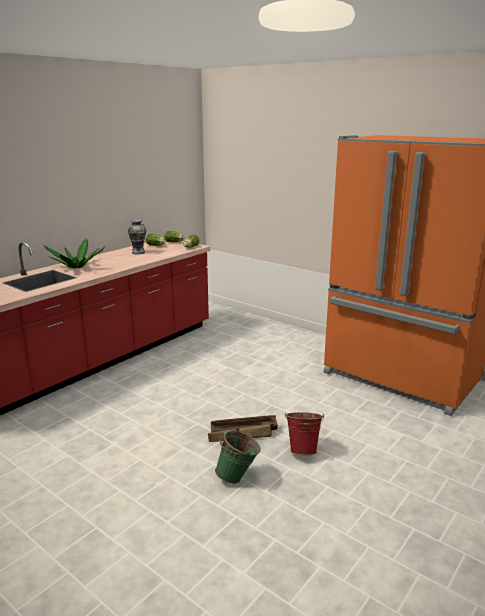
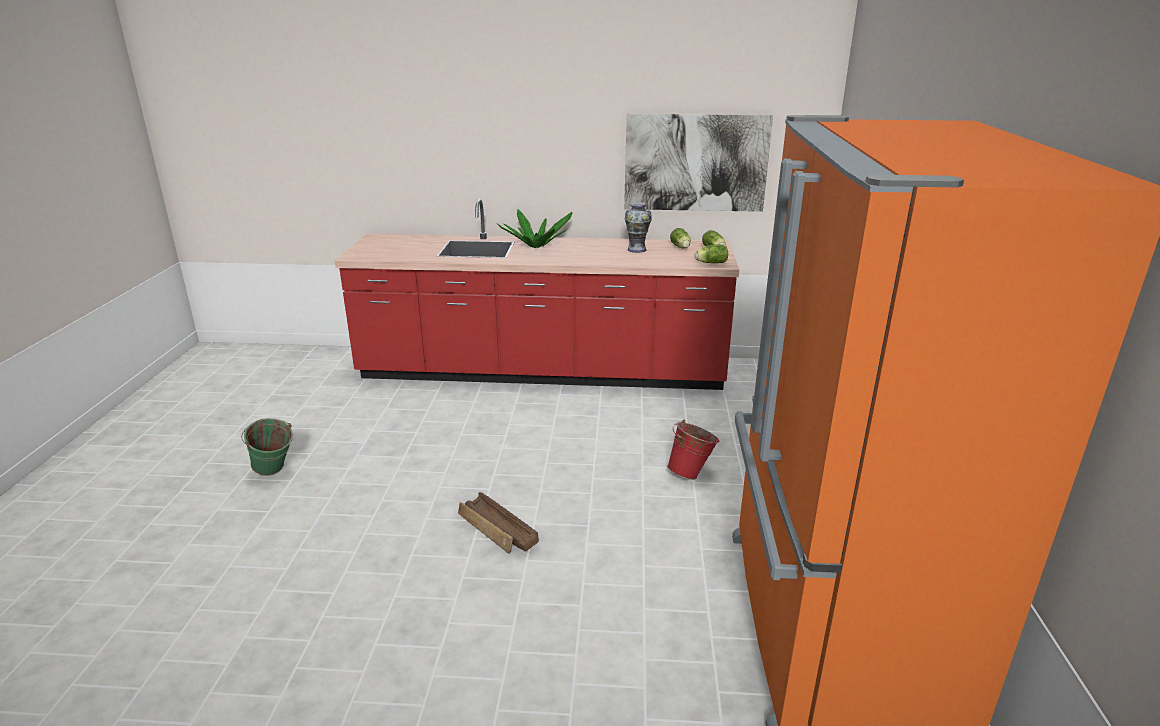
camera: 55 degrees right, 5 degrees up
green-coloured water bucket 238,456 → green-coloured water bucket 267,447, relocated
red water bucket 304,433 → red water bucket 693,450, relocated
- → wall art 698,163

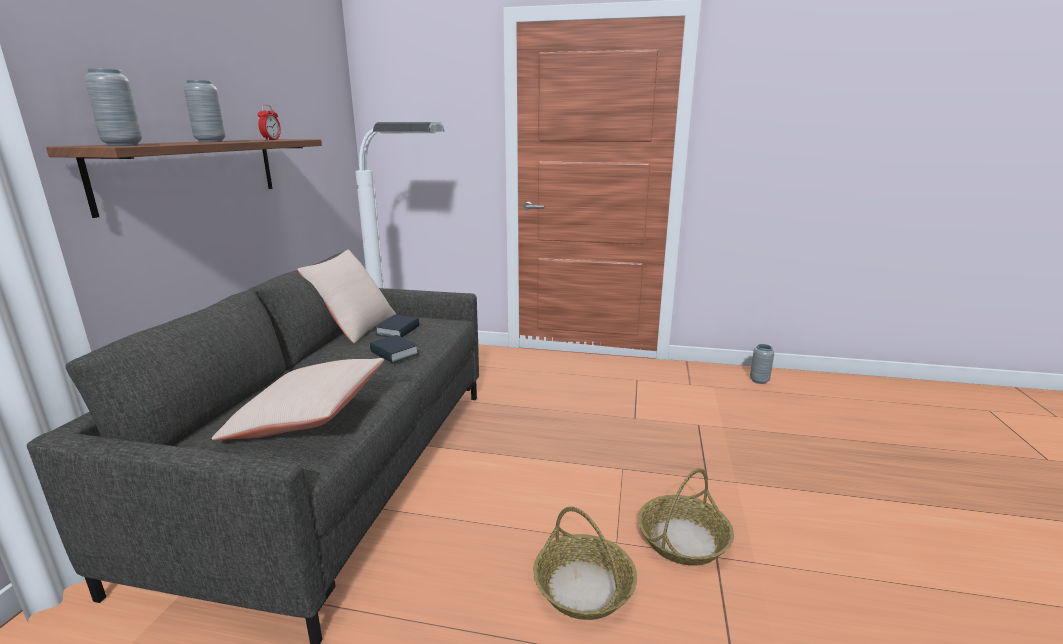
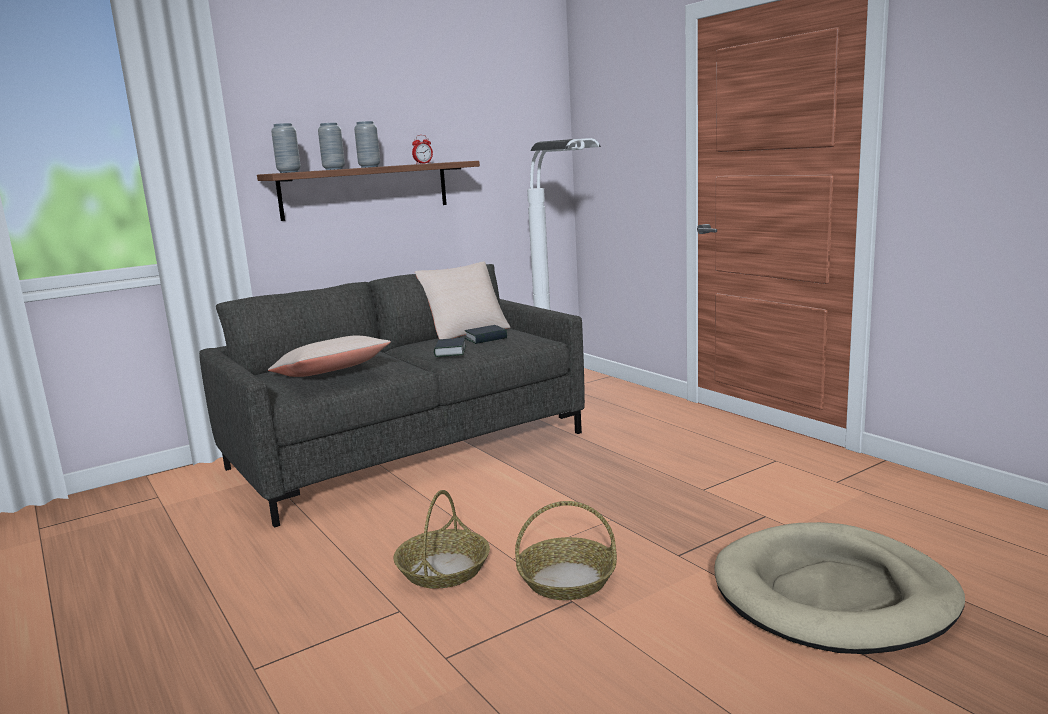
camera: 45 degrees right, 5 degrees down
greyish decorative vase 762,364 → greyish decorative vase 331,146, relocated
- → beige-coloured dog cushion 839,588

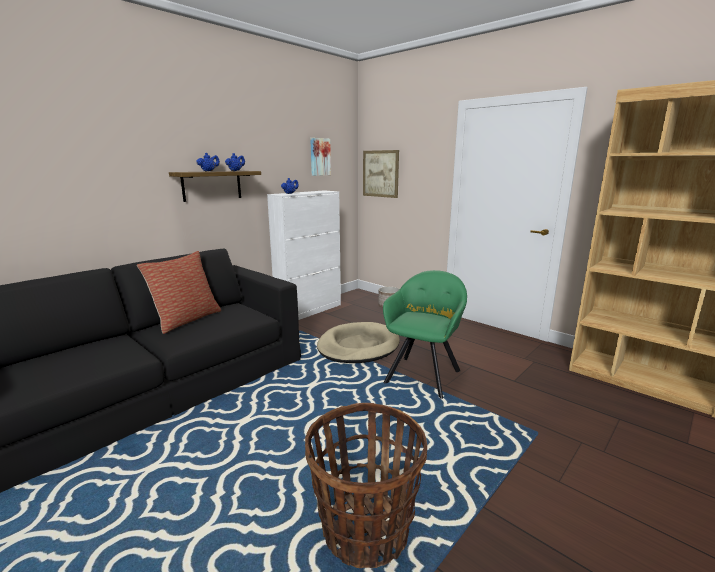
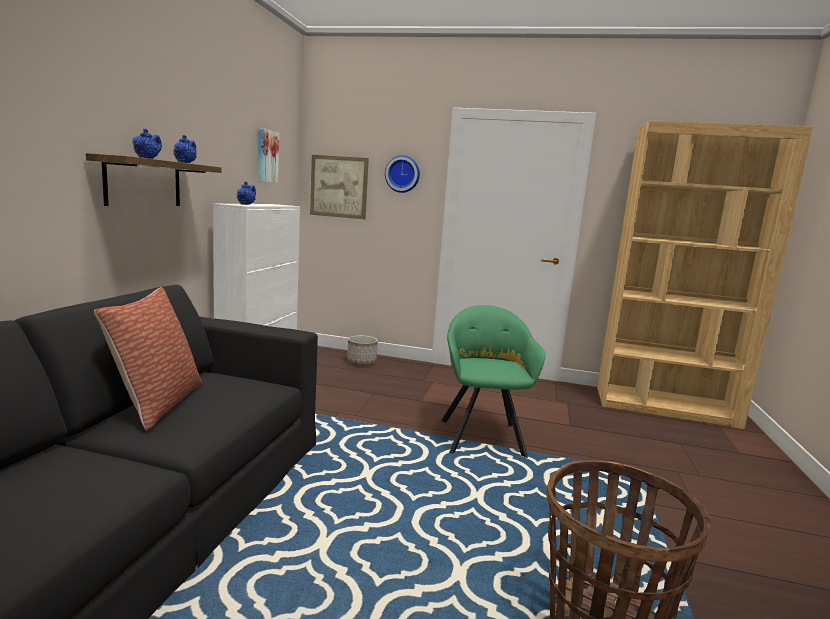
camera: 30 degrees left, 5 degrees down
beige-coloured dog cushion 358,342 → -
- → wall clock 402,174

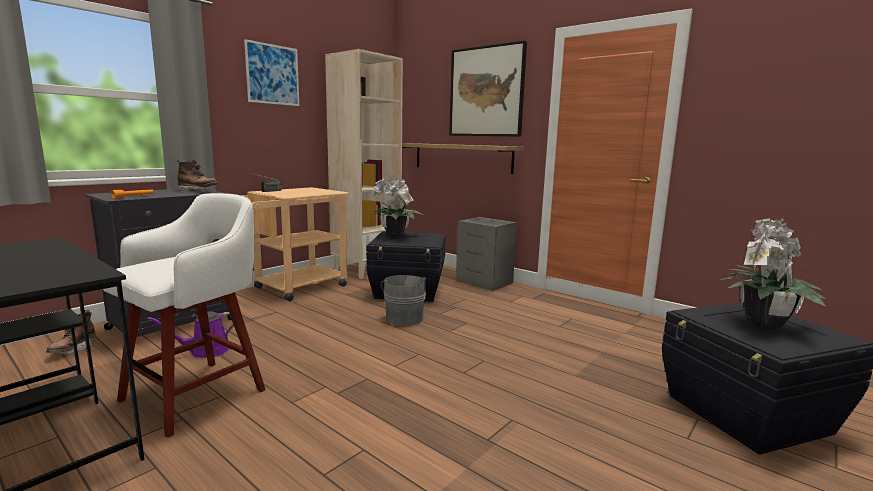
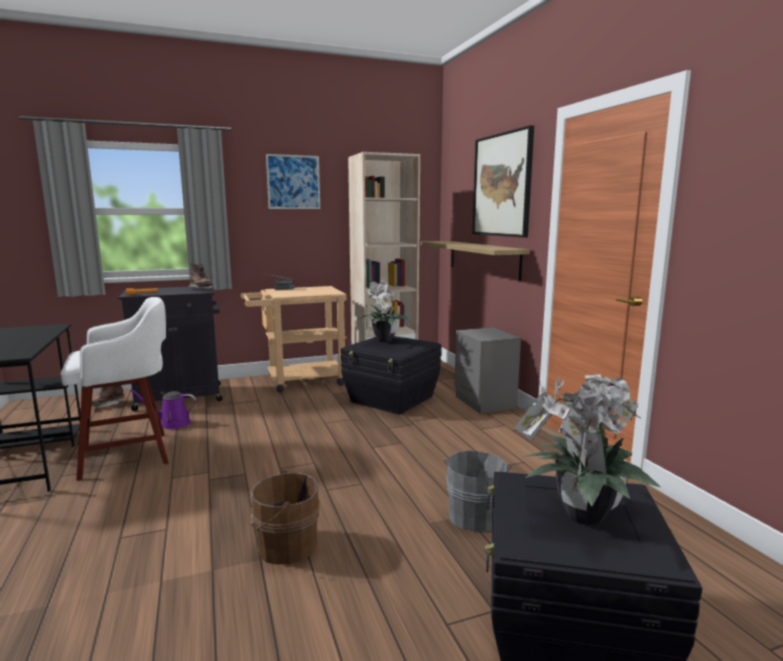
camera: 30 degrees right, 0 degrees up
greyish water bucket 403,300 → greyish water bucket 478,491, relocated
- → brown water bucket 285,517

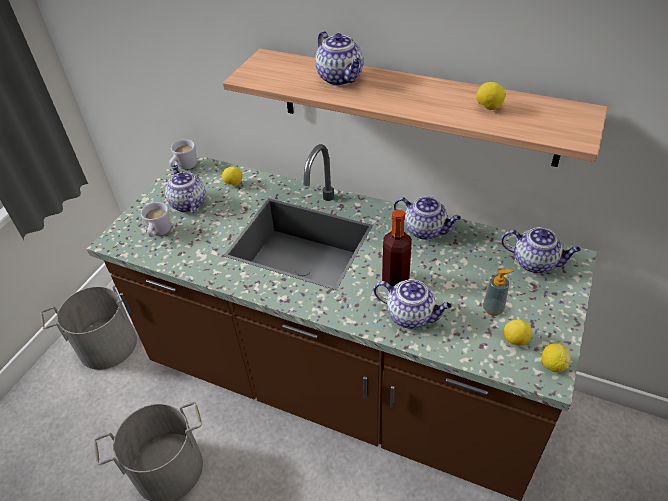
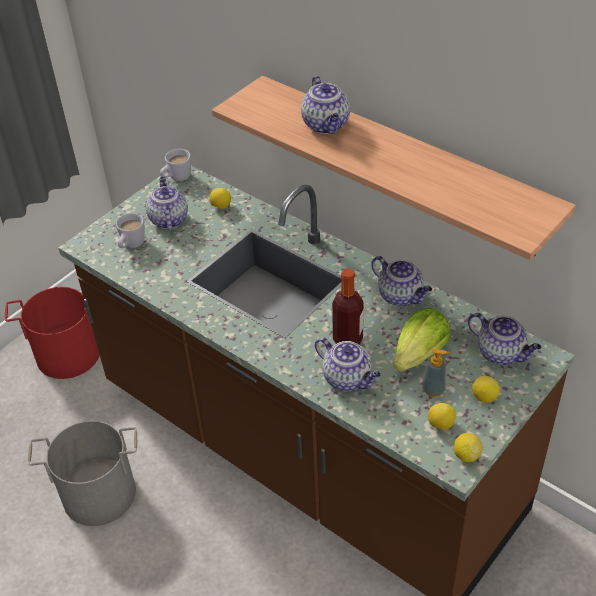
camera: 15 degrees right, 0 degrees up
greyish water bucket 89,327 → red water bucket 52,333
whole lemon 490,96 → whole lemon 486,389, relocated
- → head of lettuce 422,340

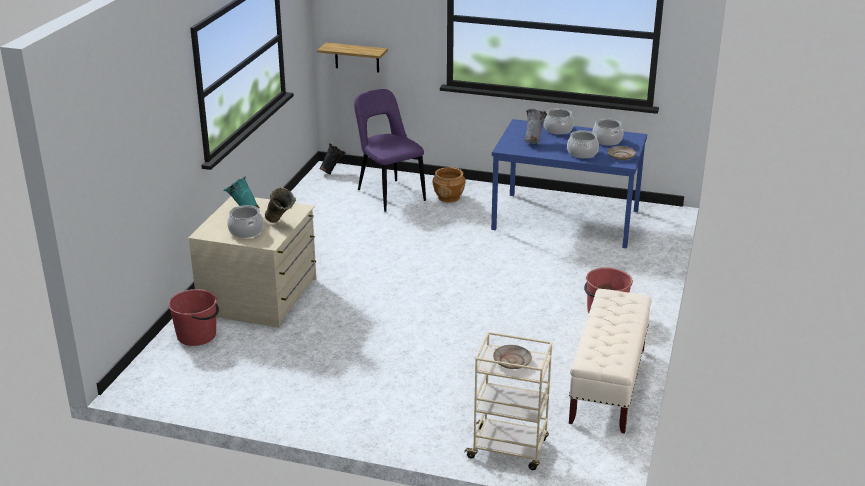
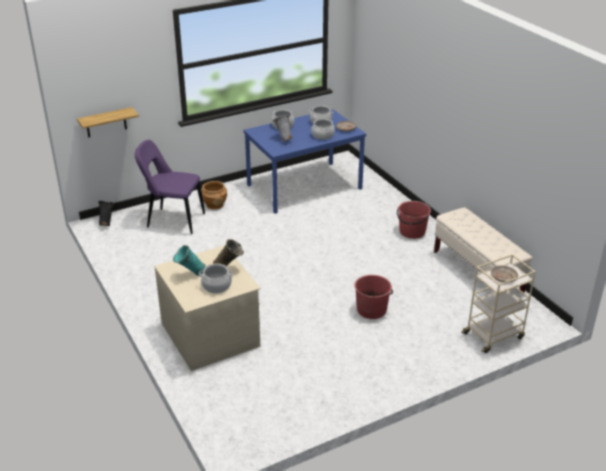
camera: 45 degrees left, 5 degrees up
red water bucket 193,317 → red water bucket 373,297, relocated

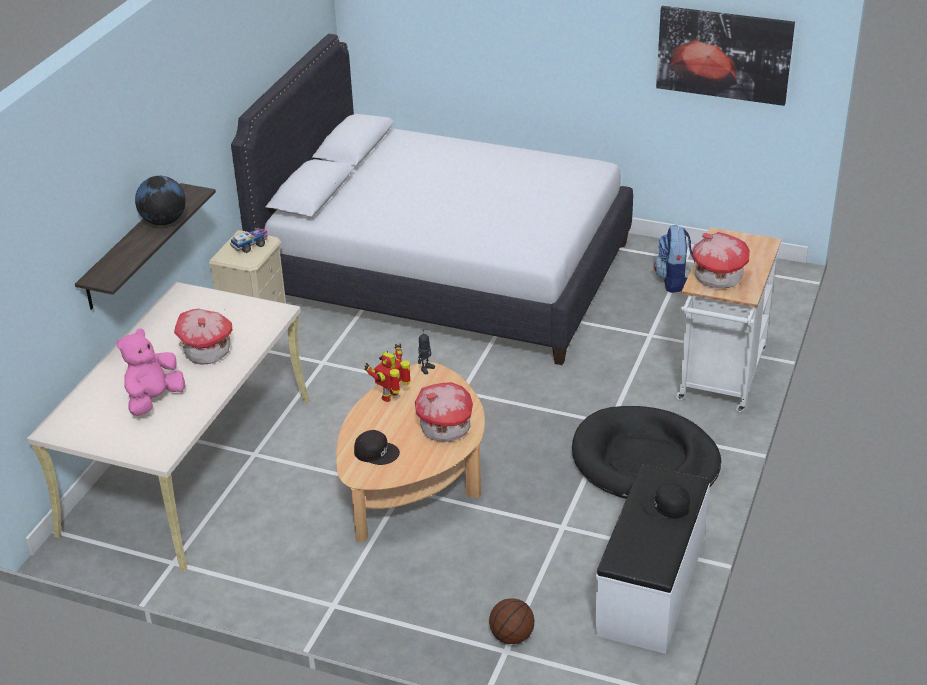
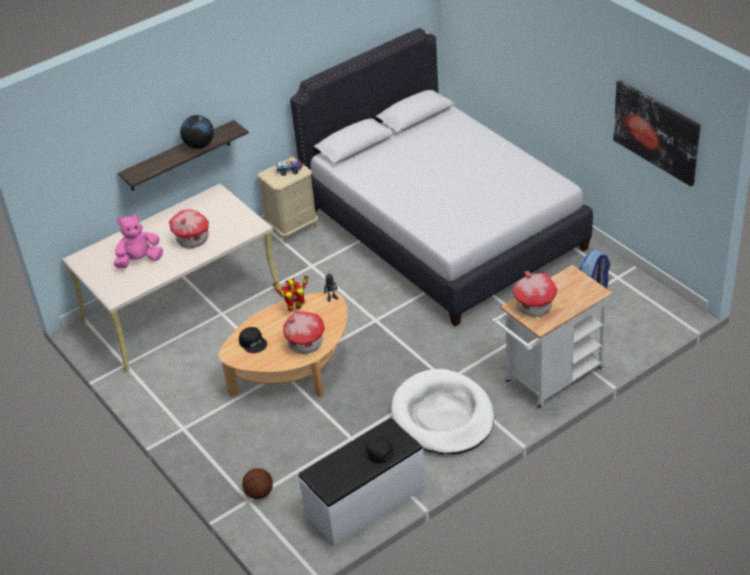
camera: 35 degrees right, 5 degrees up
blackish dog cushion 646,452 → white-coloured dog cushion 442,411

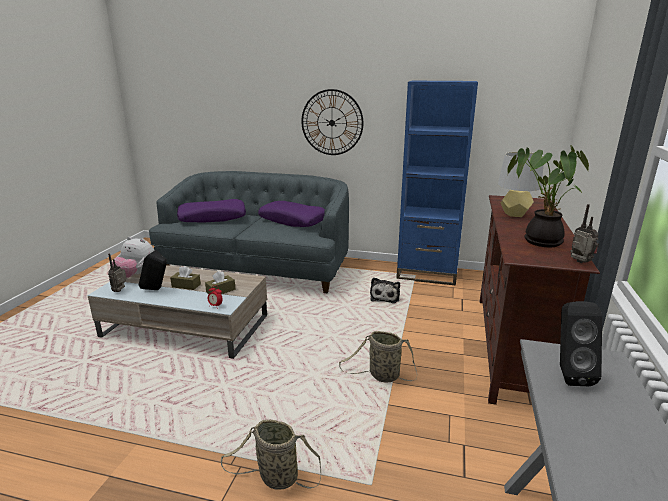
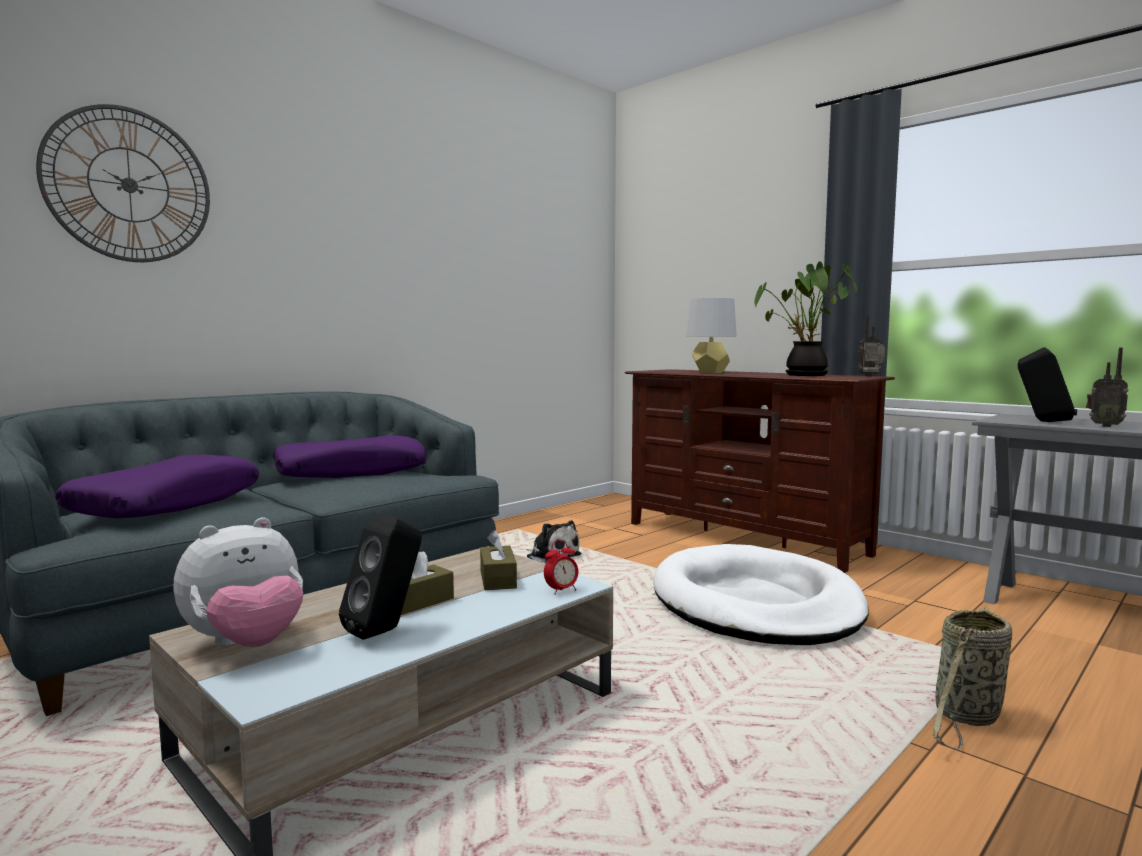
camera: 60 degrees left, 15 degrees down
radio set 117,272 → radio set 1107,387, relocated
wall clock 332,122 → wall clock 123,183, relocated
storage basket 378,356 → white-coloured dog cushion 761,594
blue bookshelf 437,183 → -

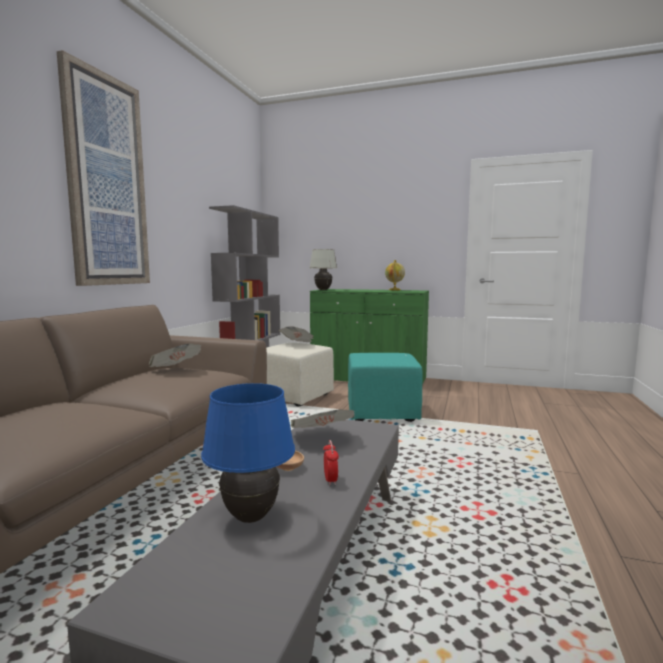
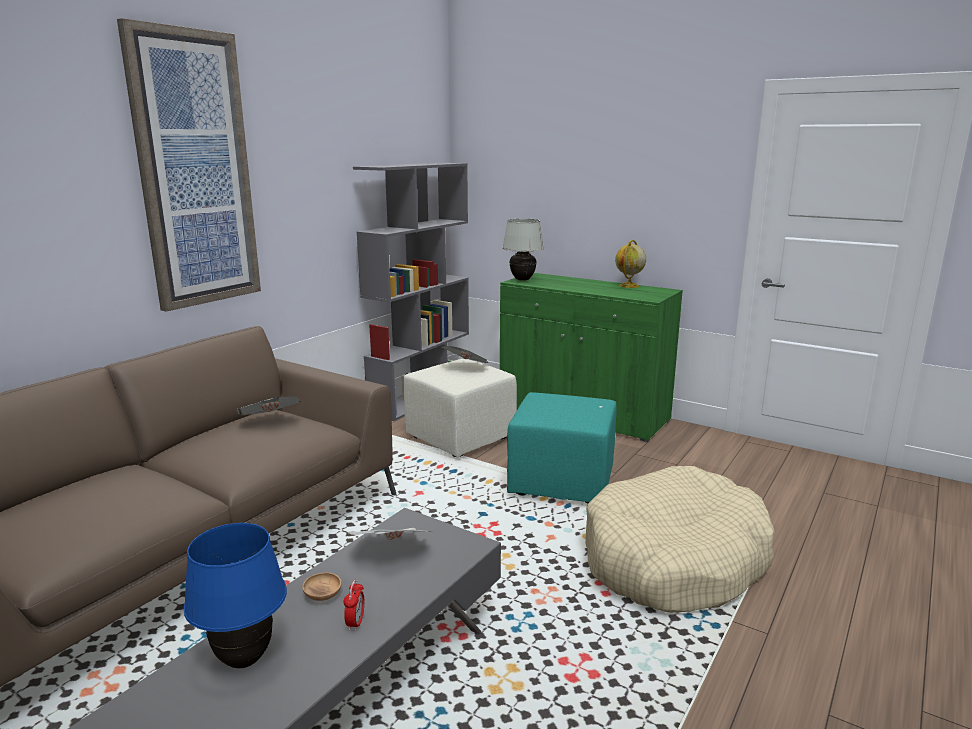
camera: 15 degrees right, 10 degrees up
- → beige-coloured dog cushion 680,539

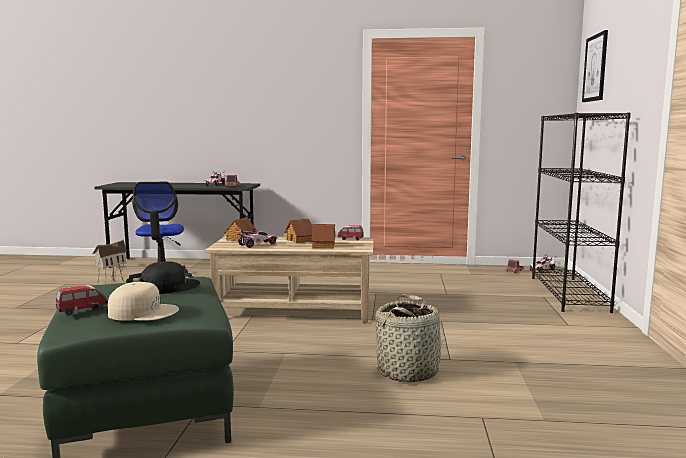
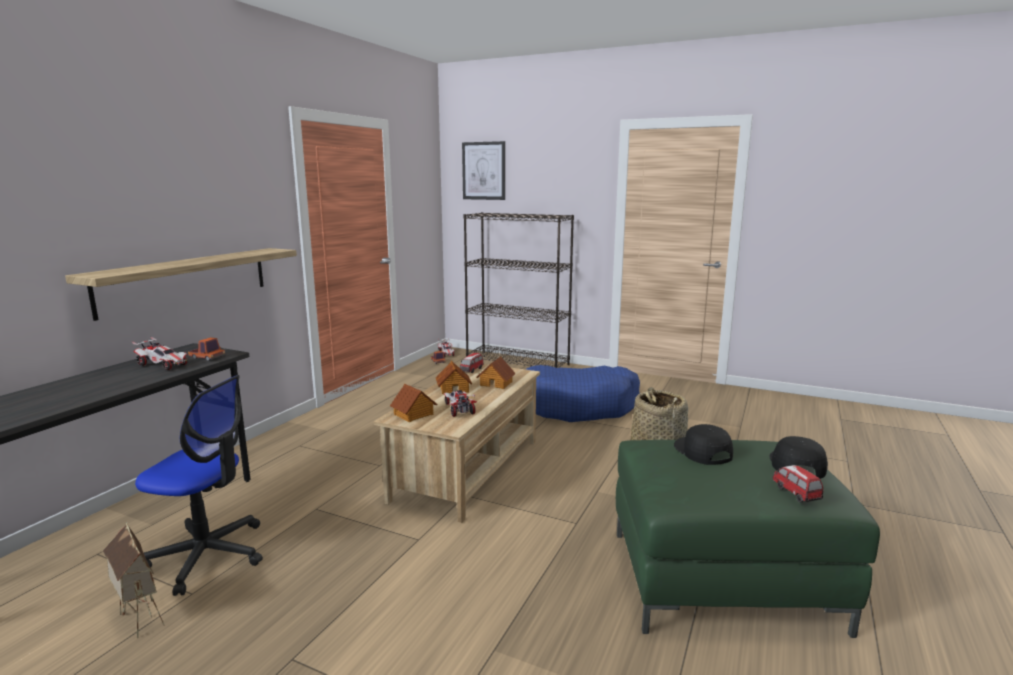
camera: 70 degrees left, 5 degrees up
beige-coloured peaked cap 143,301 → blackish peaked cap 798,457
- → shelf 181,284
- → blue dog cushion 582,393

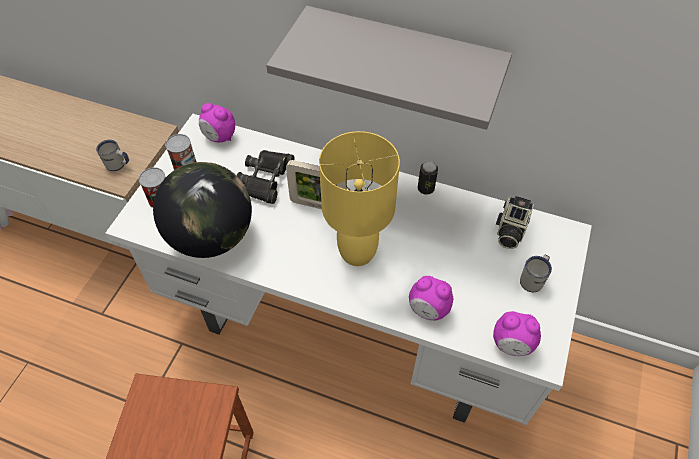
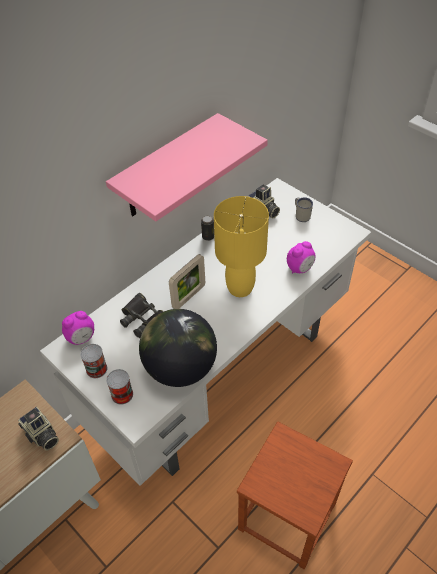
camera: 65 degrees left, 5 degrees down
white-coloured tea mug 112,155 → still camera 38,428
greyish shelf 389,68 → pink-coloured shelf 187,167
bedside clock 517,333 → -

